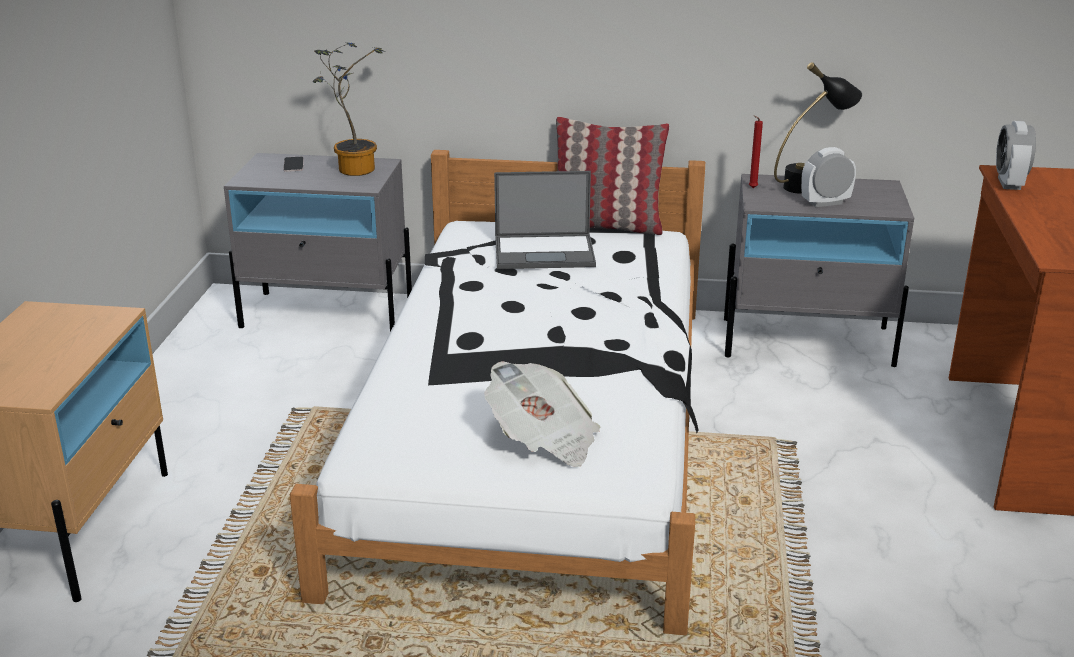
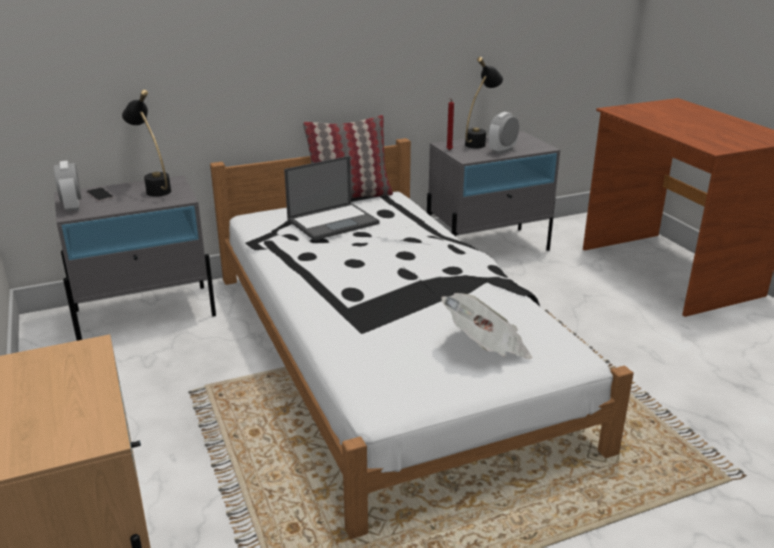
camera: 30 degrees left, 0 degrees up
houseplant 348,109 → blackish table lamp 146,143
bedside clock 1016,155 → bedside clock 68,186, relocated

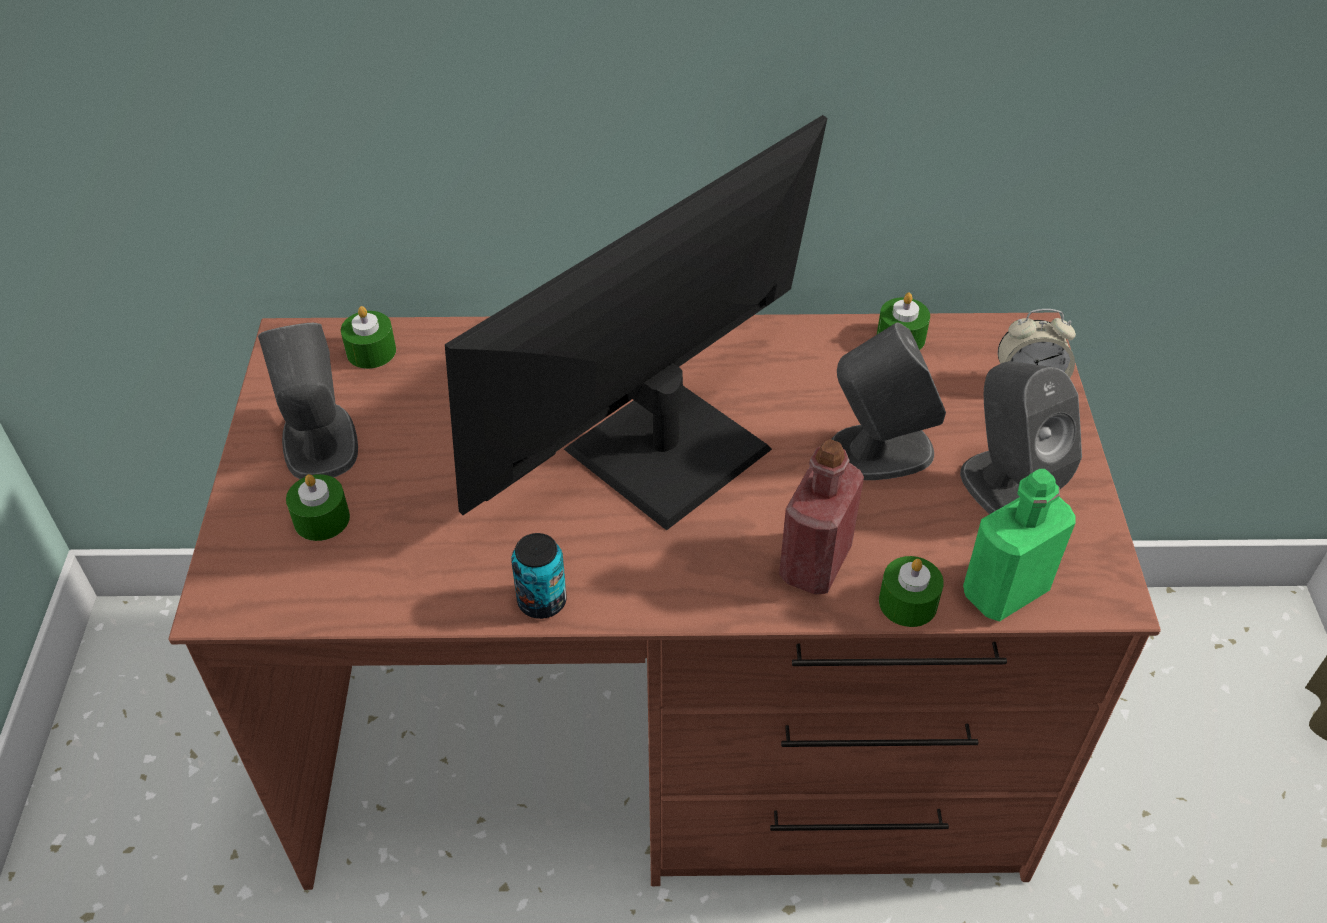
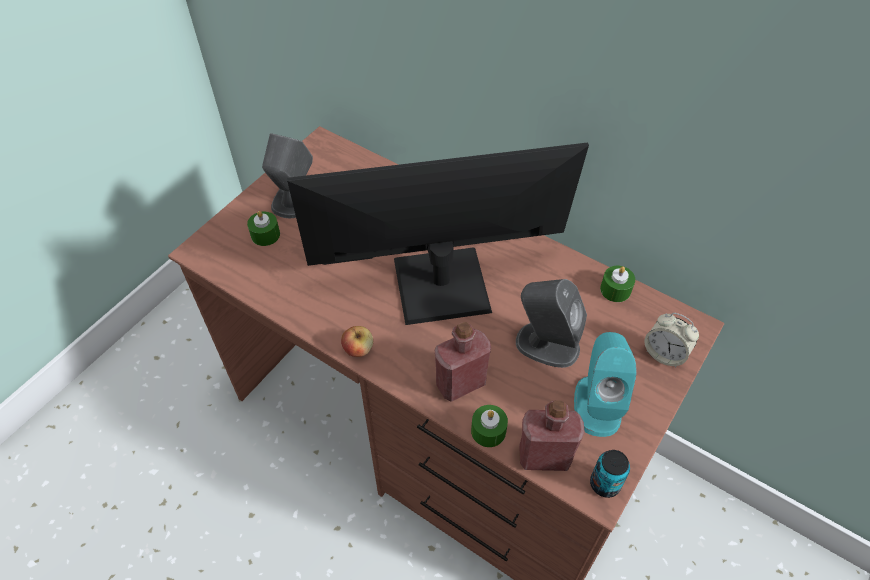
camera: 35 degrees right, 5 degrees up
green-coloured candle 368,337 → -
sealed can 539,576 → sealed can 610,474, relocated
greyish audio speaker 1021,437 → turquoise audio speaker 605,384
green-coloured beverage bottle 1019,545 → red beverage bottle 552,435
- → apple 357,341

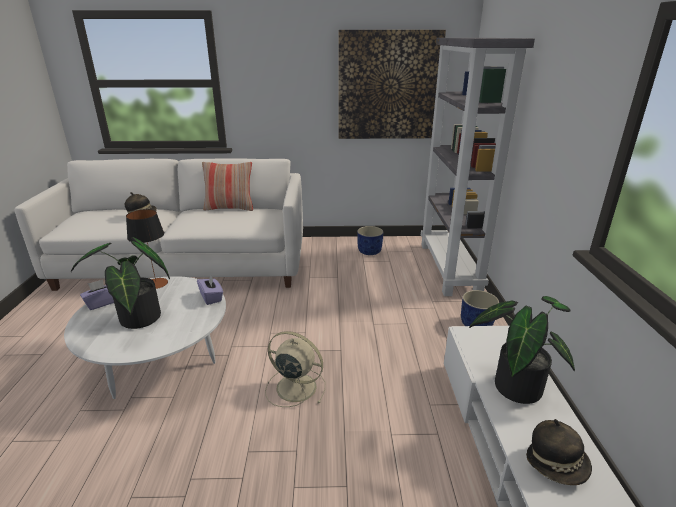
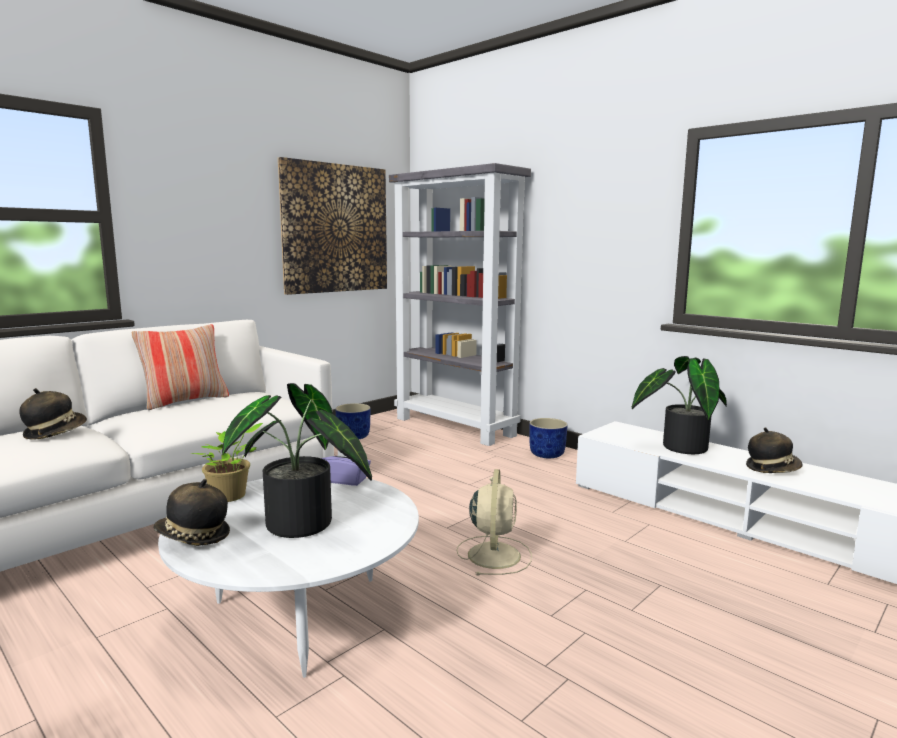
camera: 45 degrees left, 15 degrees down
purple-coloured tissue holder 97,294 → wearable hat 191,512
table lamp 147,249 → houseplant 226,462
beige-coloured cooling fan 295,369 → beige-coloured cooling fan 494,522, 120 degrees clockwise

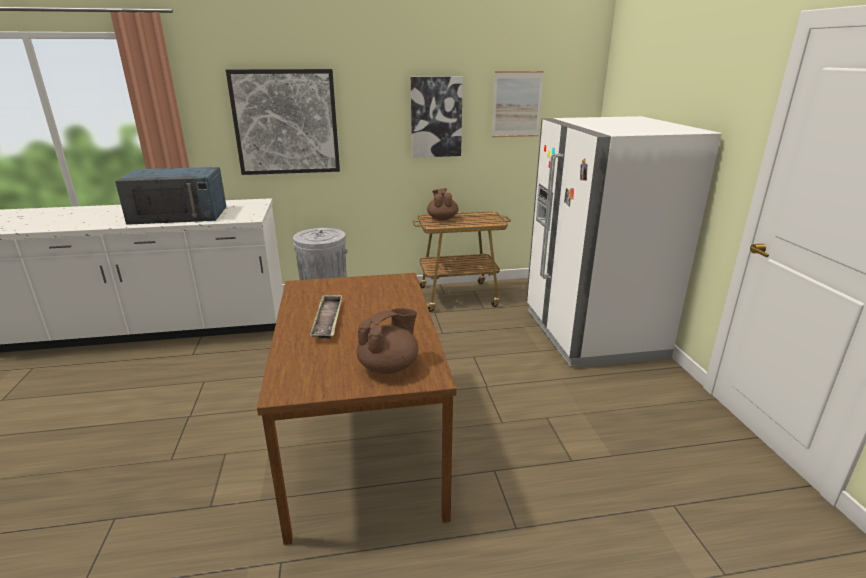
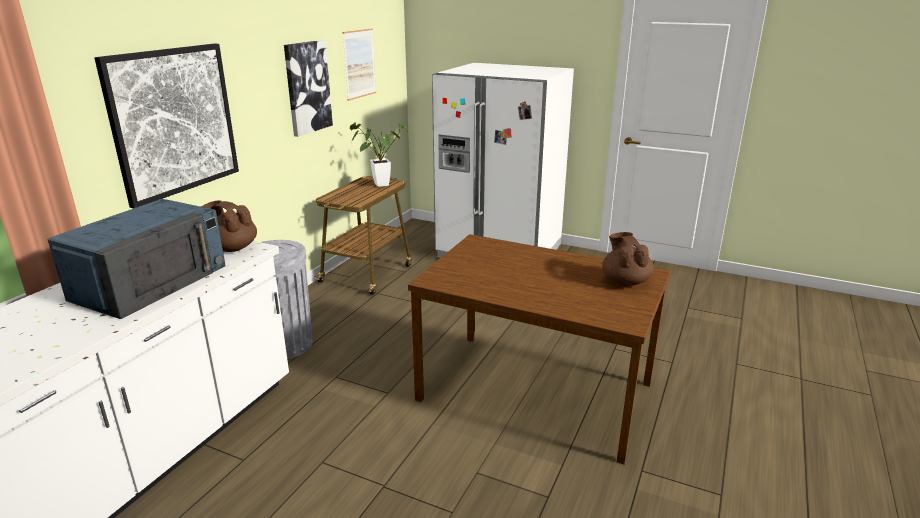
camera: 55 degrees left, 0 degrees up
serving tray 326,316 → -
brown tea pot 443,204 → brown tea pot 229,226, relocated
- → houseplant 379,154

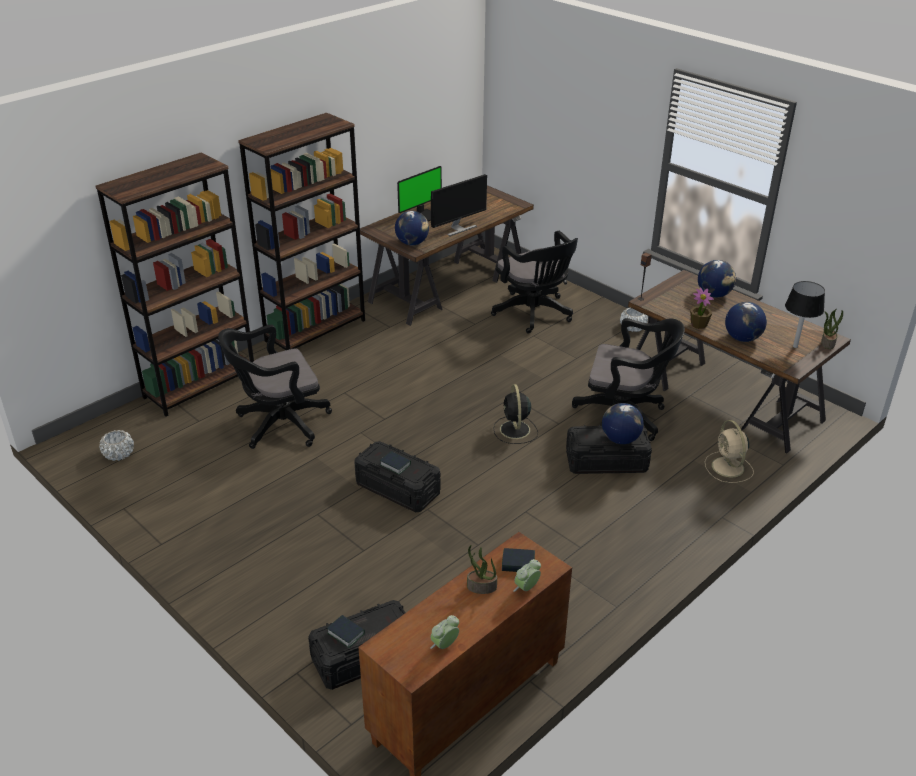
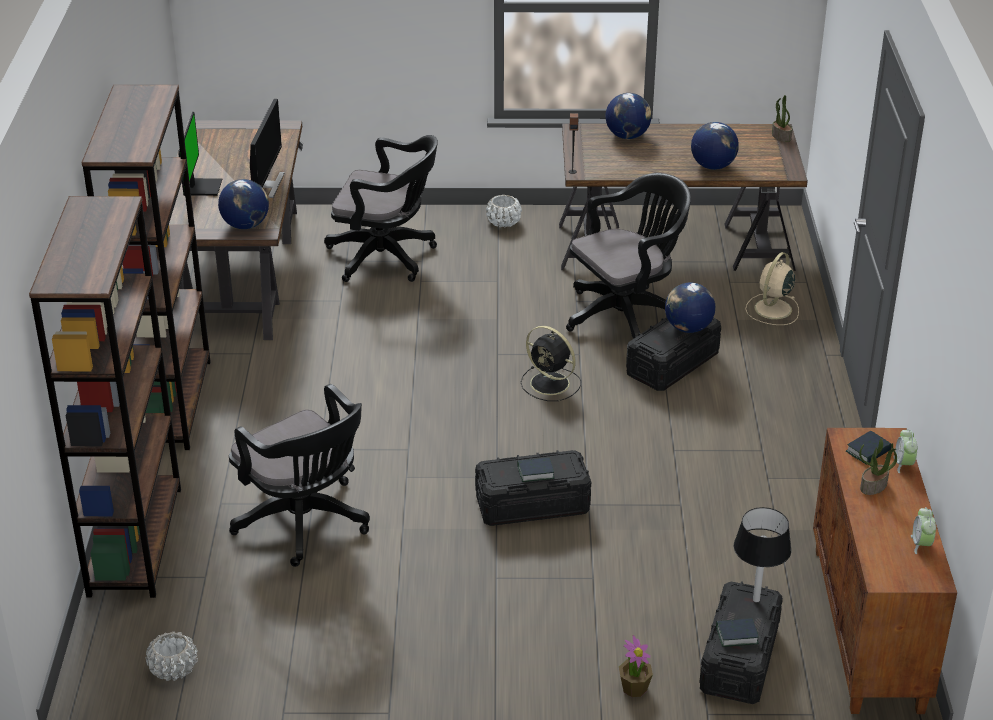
camera: 45 degrees left, 0 degrees up
blackish desk chair 275,387 → blackish desk chair 299,475, 60 degrees counterclockwise
houseplant 702,308 → houseplant 636,666, relocated
beige-coloured cooling fan 729,451 → beige-coloured cooling fan 772,288, 90 degrees clockwise
blackish table lamp 805,314 → blackish table lamp 762,554, relocated

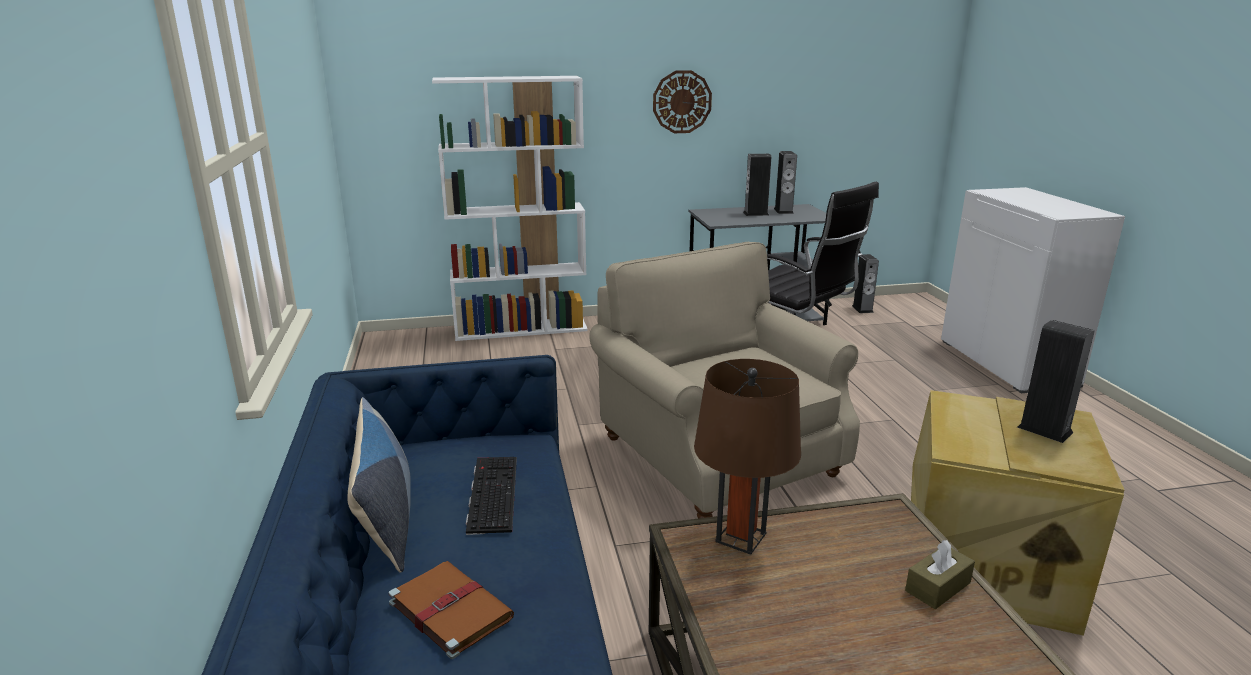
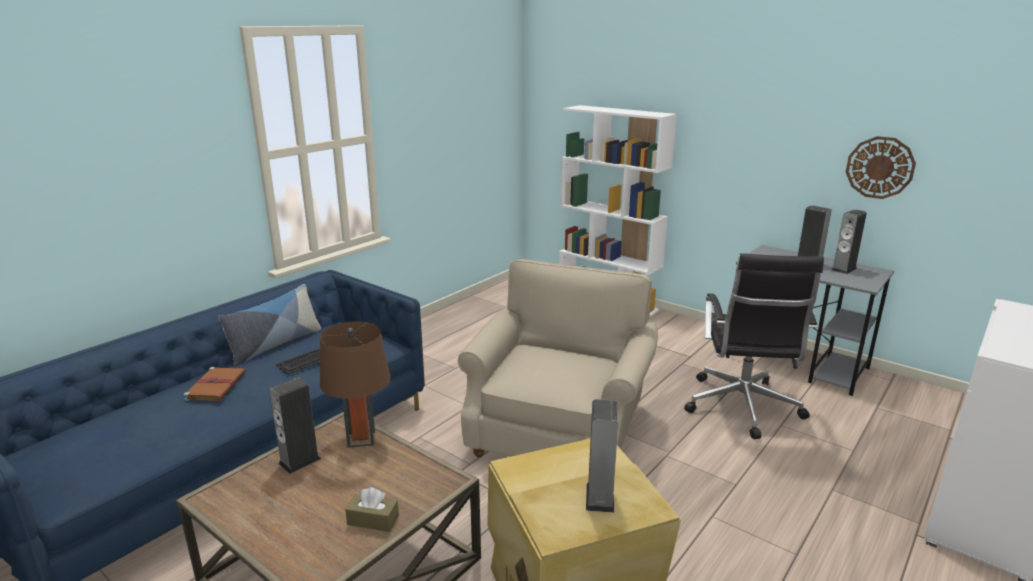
camera: 50 degrees right, 0 degrees up
wall clock 682,101 → wall clock 881,167, relocated
audio speaker 865,283 → audio speaker 295,425, relocated

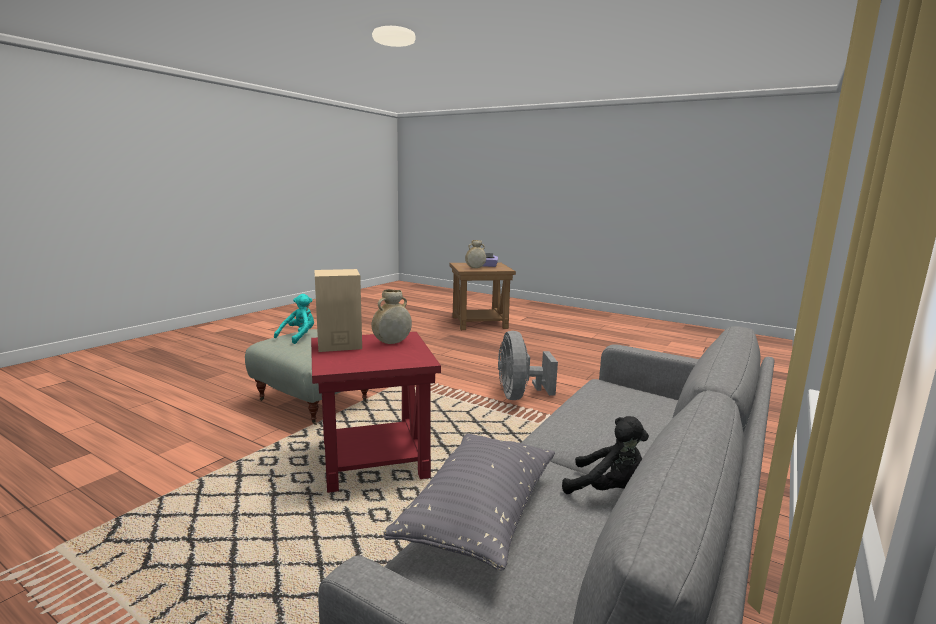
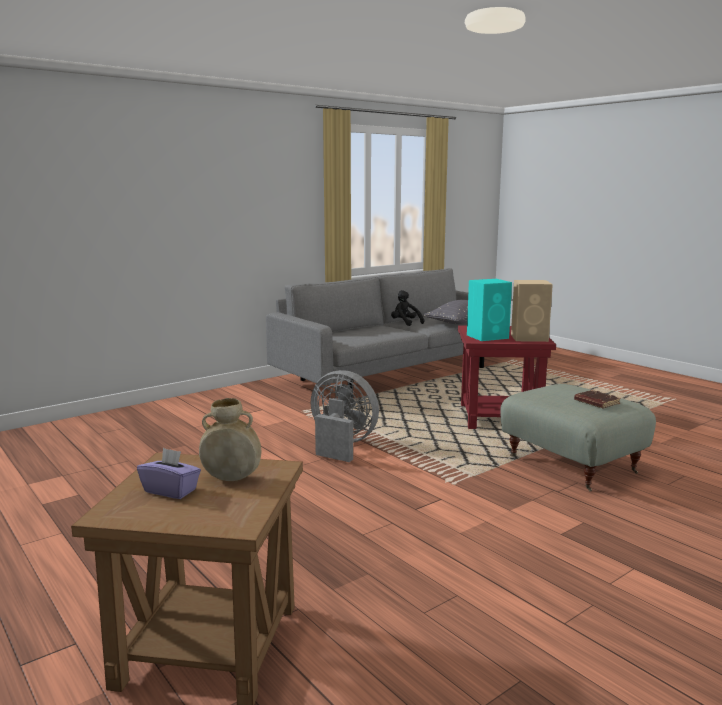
camera: 160 degrees left, 0 degrees up
turquoise plush toy 294,319 → brown bound book 597,399
beige-coloured decorative vase 391,316 → turquoise audio speaker 489,310
greyish cooling fan 528,365 → greyish cooling fan 345,416, 75 degrees counterclockwise

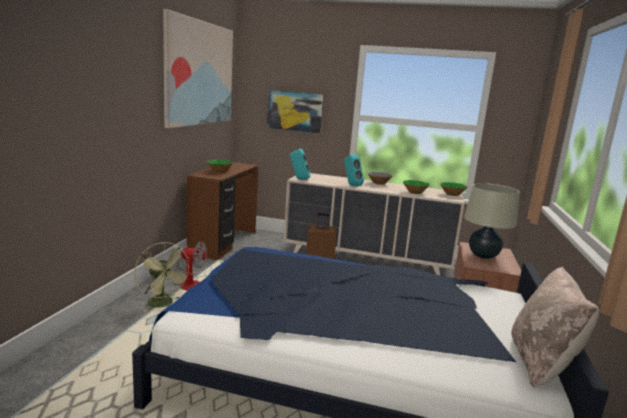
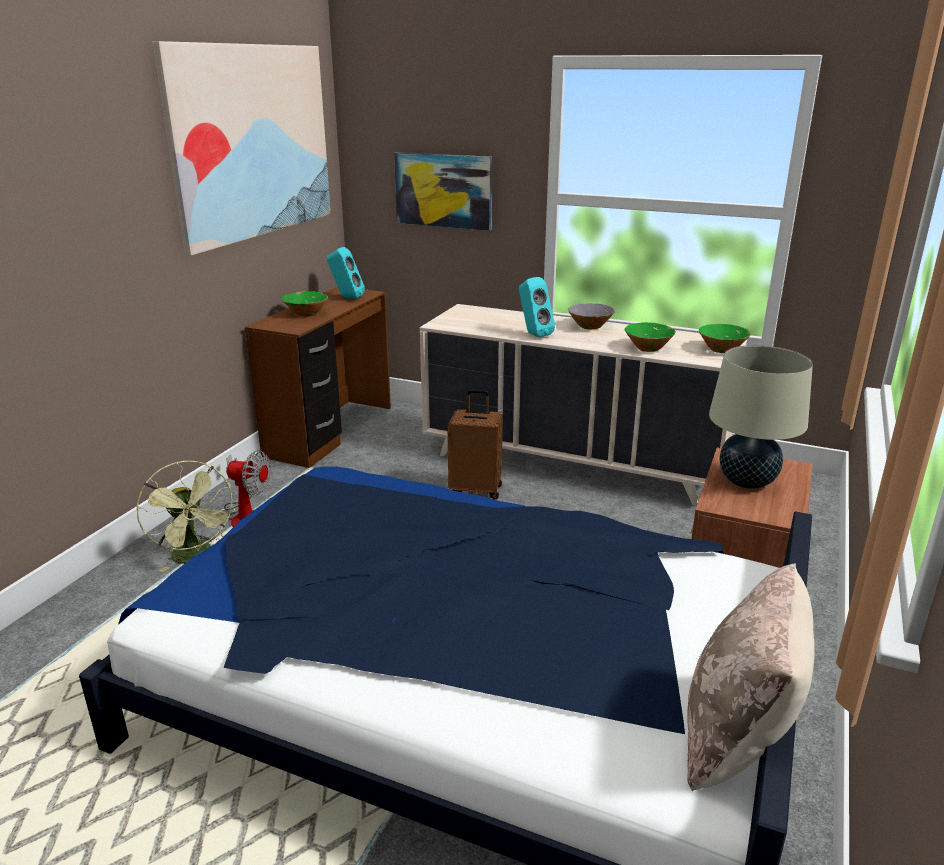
camera: 10 degrees right, 10 degrees up
turquoise audio speaker 300,164 → turquoise audio speaker 346,273, relocated

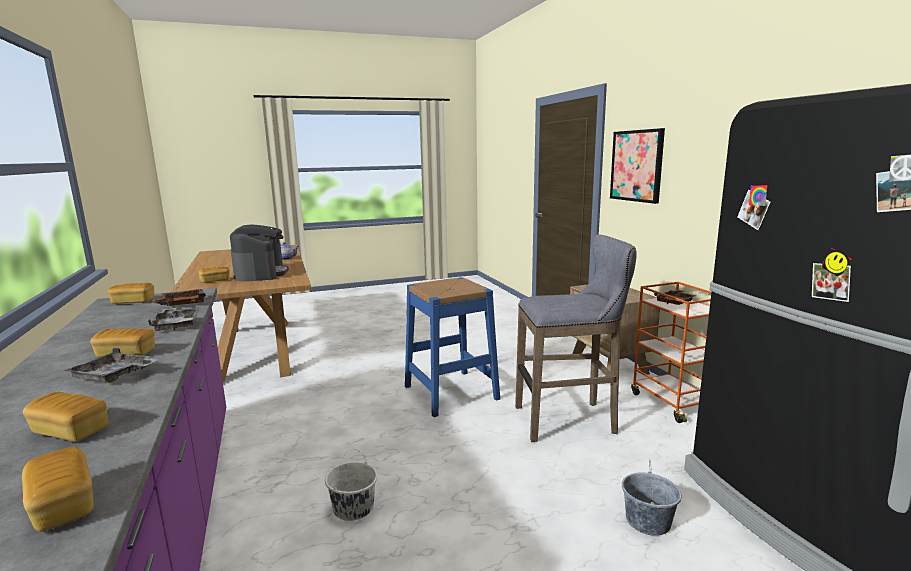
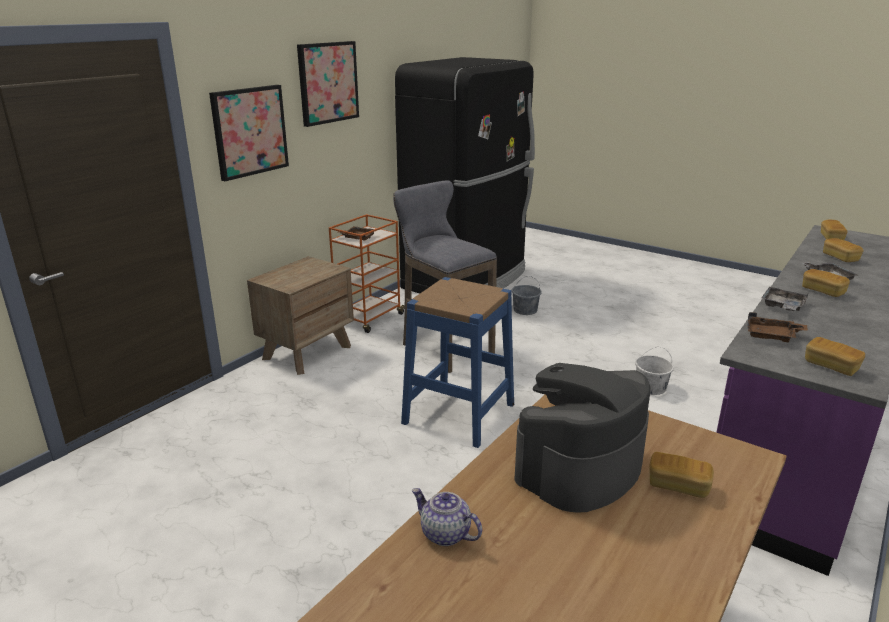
camera: 125 degrees left, 10 degrees up
- → wall art 328,84

